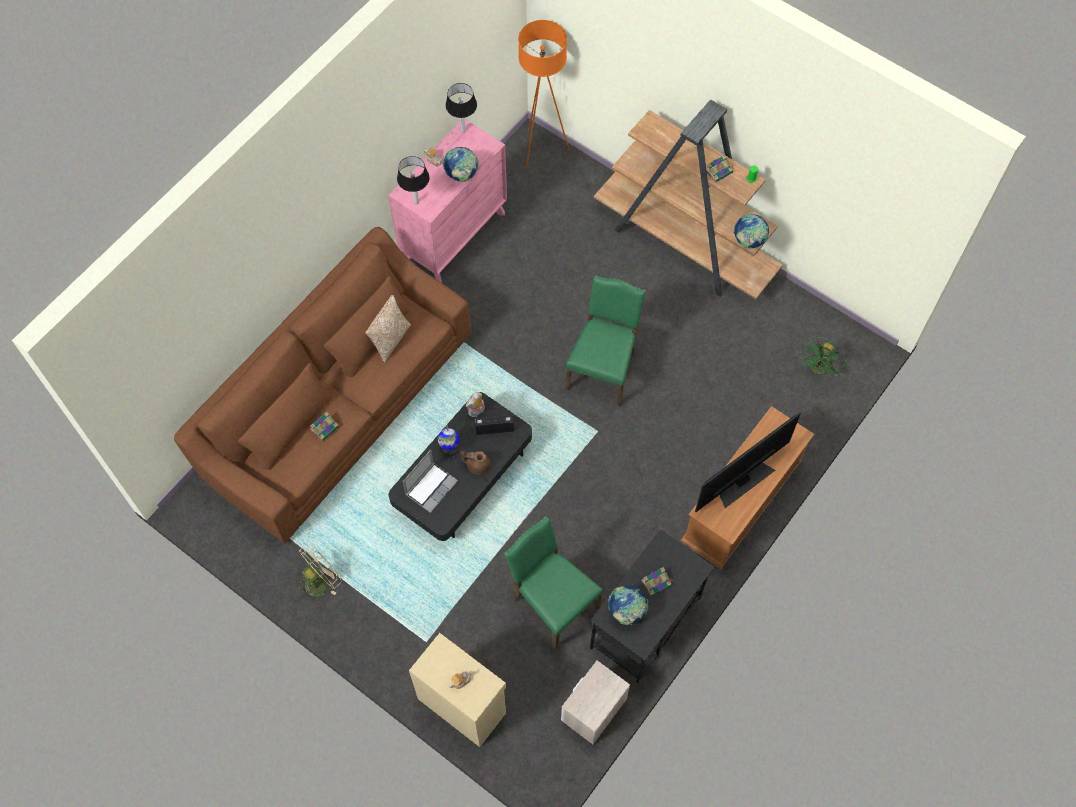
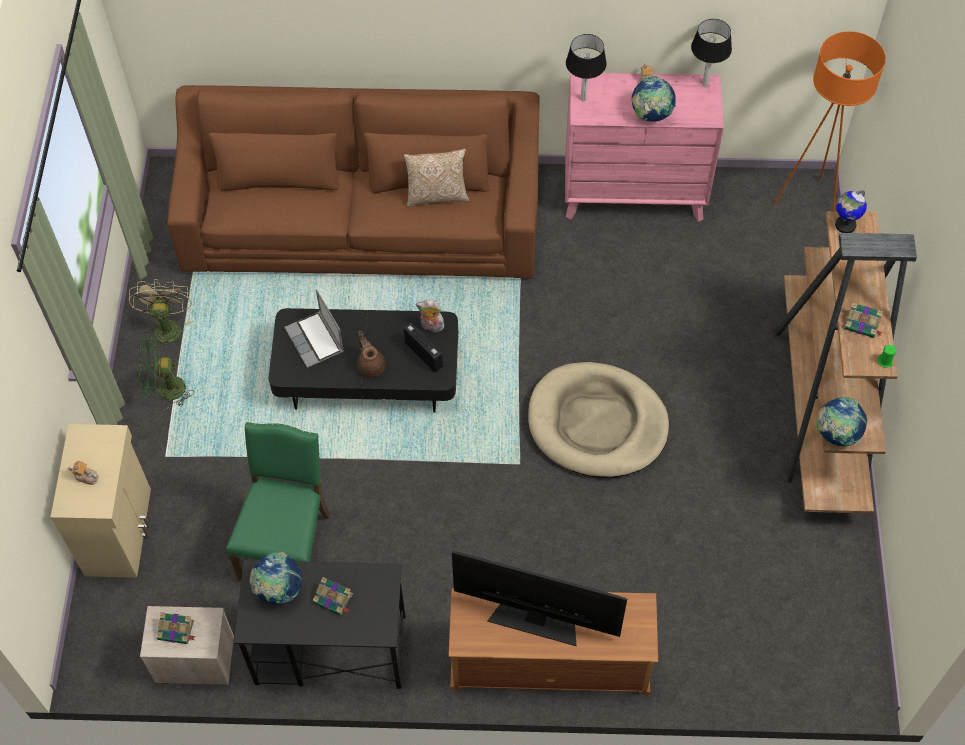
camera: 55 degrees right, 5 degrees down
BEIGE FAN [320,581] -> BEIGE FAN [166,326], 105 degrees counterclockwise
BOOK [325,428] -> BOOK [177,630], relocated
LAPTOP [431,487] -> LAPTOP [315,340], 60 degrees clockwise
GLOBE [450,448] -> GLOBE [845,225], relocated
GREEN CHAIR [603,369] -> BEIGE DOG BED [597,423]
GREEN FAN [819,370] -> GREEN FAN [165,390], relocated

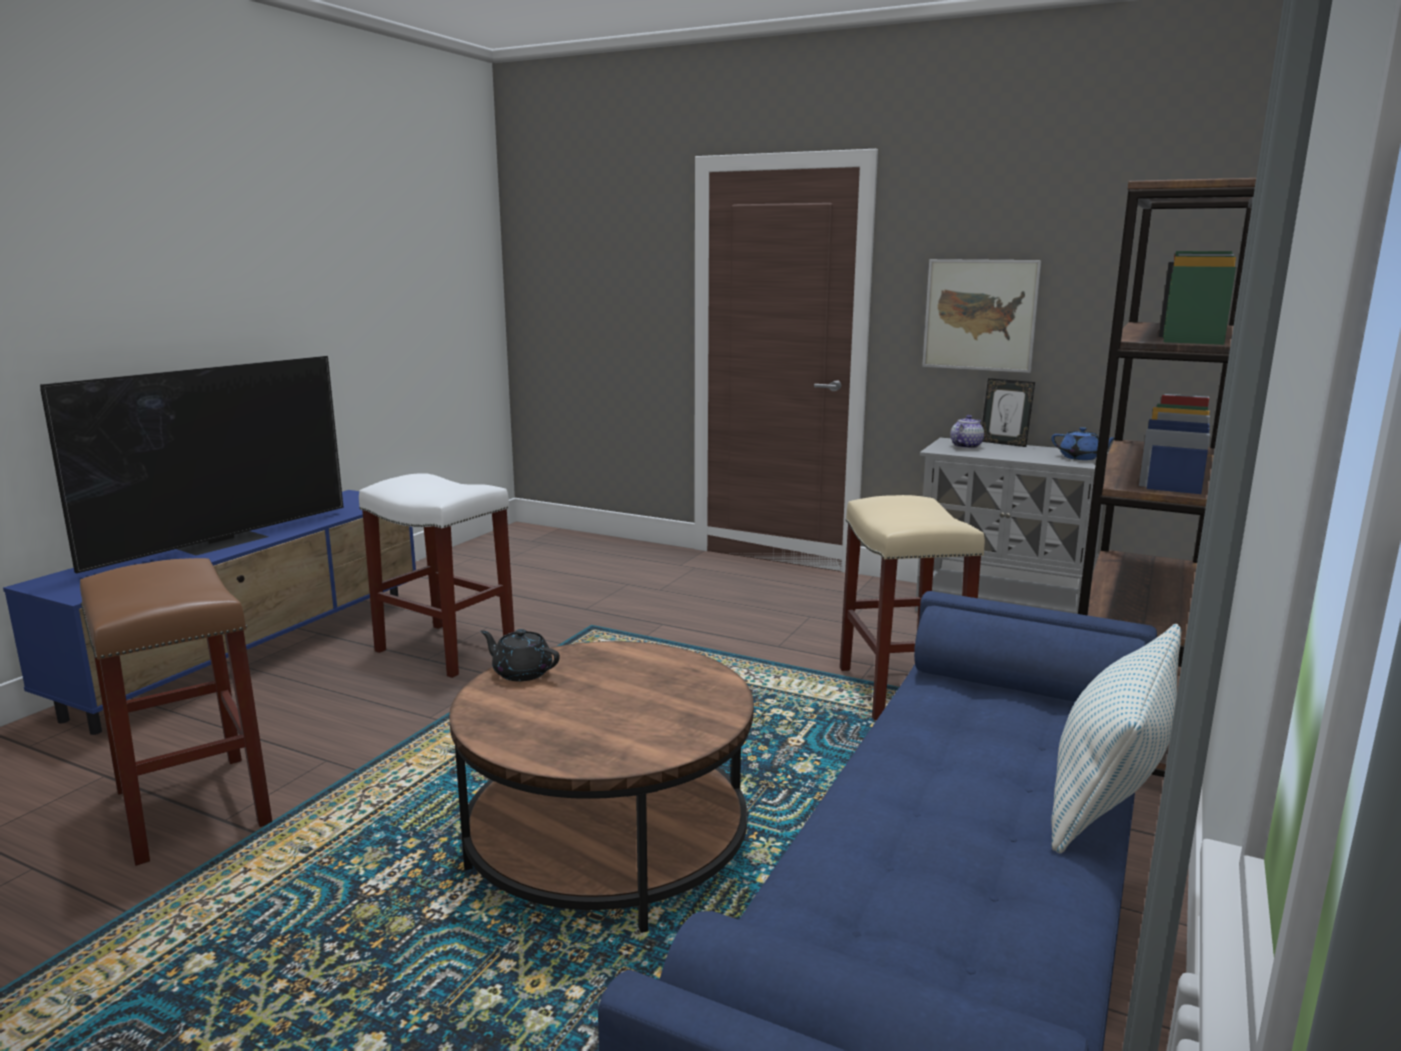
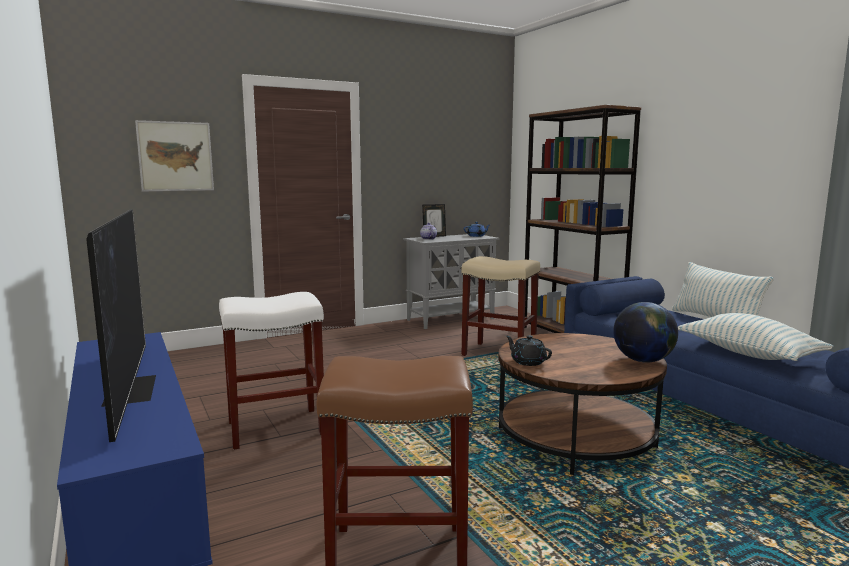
camera: 55 degrees left, 5 degrees down
BLACK TEAPOT [521,672] -> BLACK TEAPOT [527,362], 75 degrees clockwise
PICTURE [980,315] -> PICTURE [175,156], relocated
none -> GLOBE [643,360]
none -> PILLOW [749,354]

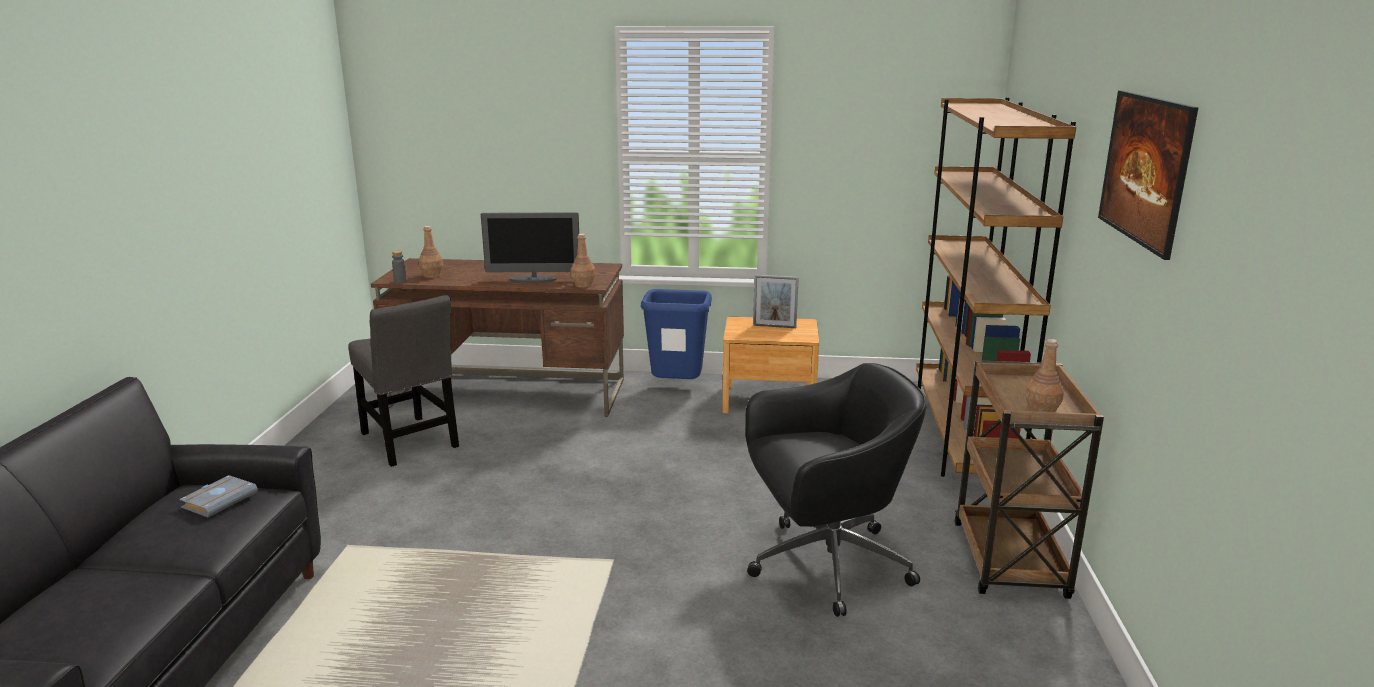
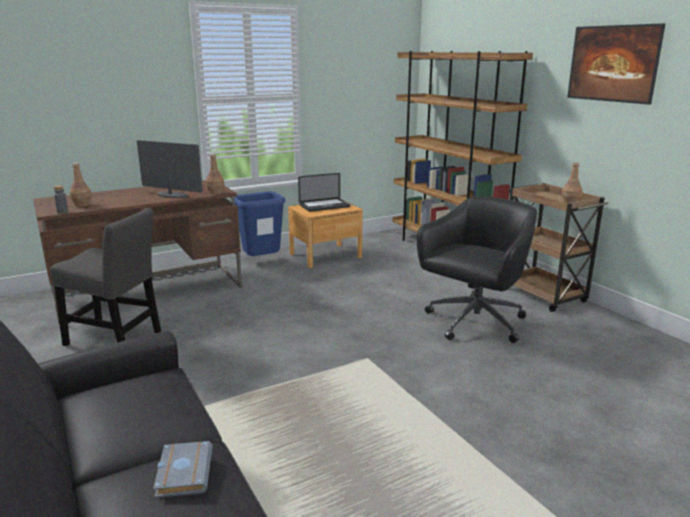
camera: 35 degrees left, 0 degrees up
GREY BOOK [220,500] -> GREY BOOK [182,472], relocated
MONITOR [533,279] -> MONITOR [172,195], 120 degrees counterclockwise
PICTURE FRAME [774,326] -> LAPTOP [324,206]

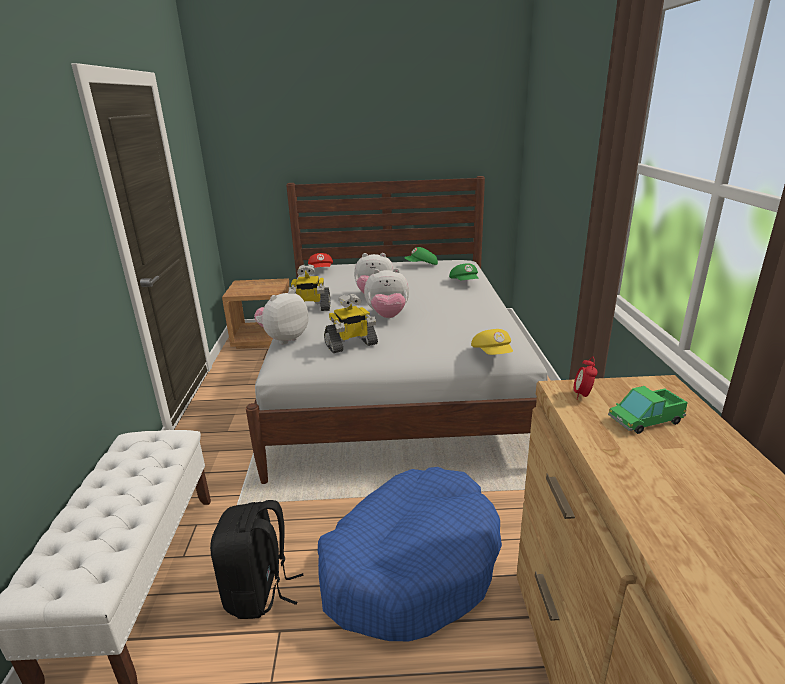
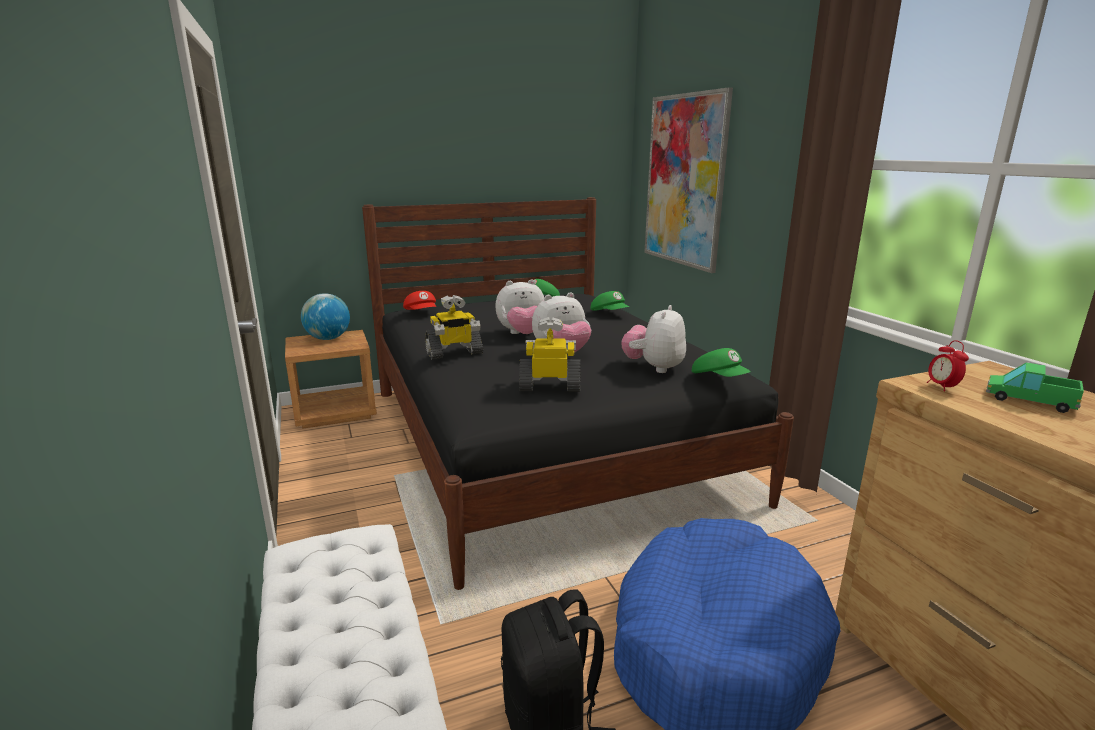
camera: 20 degrees left, 5 degrees down
WHITE BED [396,382] -> BLACK BED [544,441]
PLUSH TOY [284,339] -> PLUSH TOY [654,368], relocated
TOY ROBOT [351,345] -> TOY ROBOT [550,386], 135 degrees counterclockwise
YELLOW CAP [492,354] -> GREEN CAP [719,378]
TOY TRUCK [645,420] -> TOY TRUCK [1029,400], 75 degrees clockwise
none -> GLOBE [328,339]
none -> PICTURE [684,181]

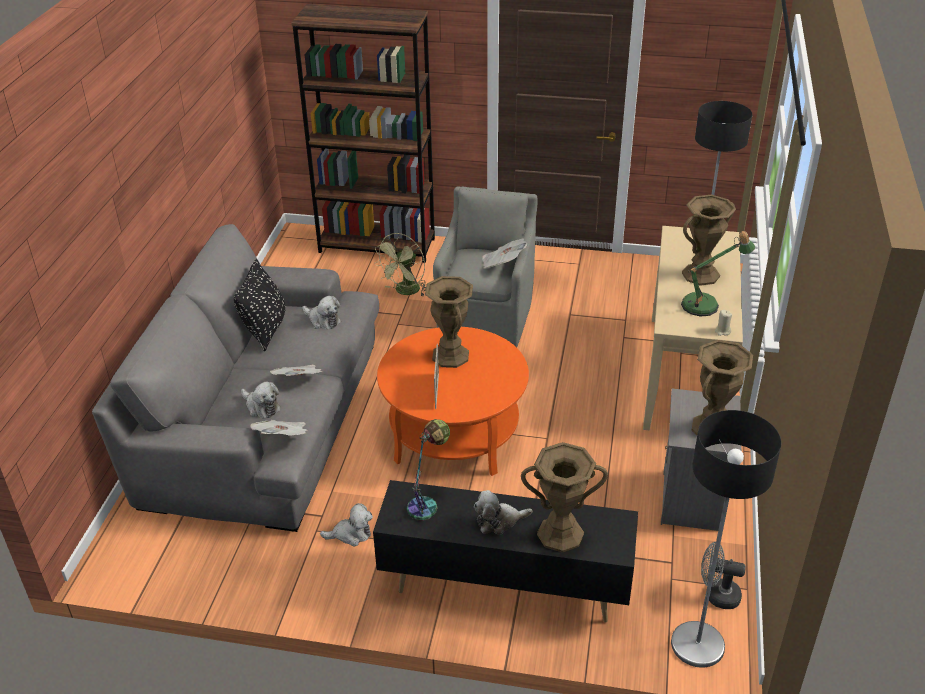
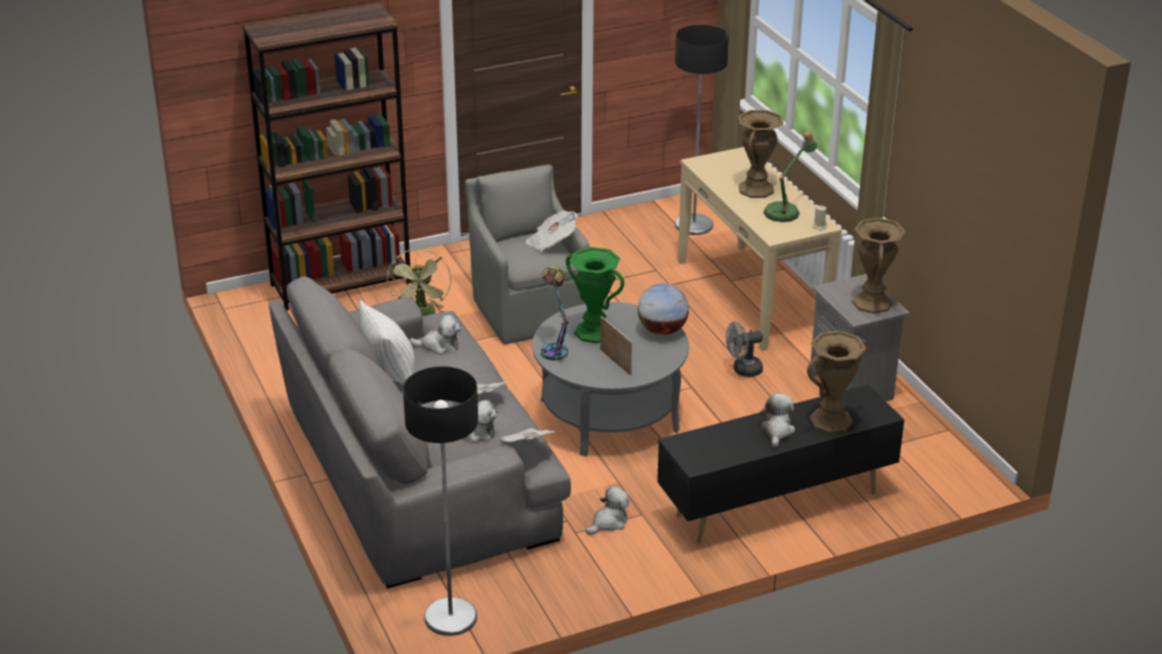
camera: 35 degrees left, 5 degrees down
BLACK PILLOW [265,330] -> WHITE PILLOW [390,374]
ORANGE COFFEE TABLE [454,434] -> GREY COFFEE TABLE [609,414]
TABLE LAMP [428,504] -> TABLE LAMP [555,348], relocated
BROWN VASE [450,356] -> GREEN VASE [594,332]
PLUSH TOY [499,521] -> PLUSH TOY [777,431], 150 degrees clockwise
FLOOR LAMP [697,645] -> FLOOR LAMP [450,618], relocated
GREY FAN [717,595] -> GREY FAN [743,370], relocated
none -> GLOBE [662,330]

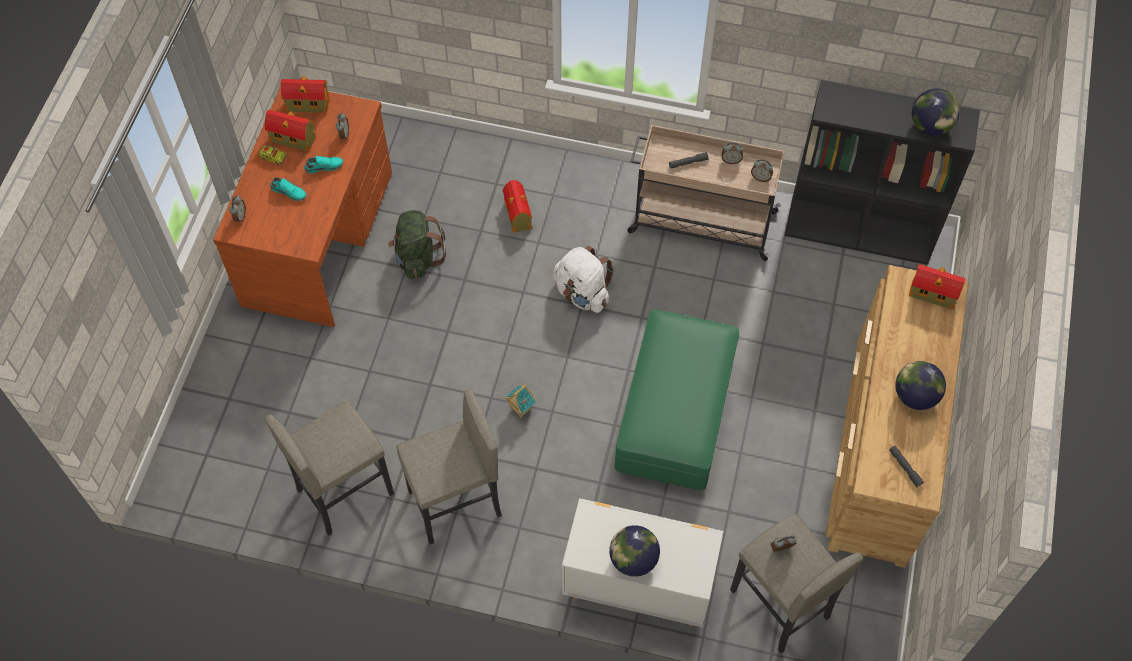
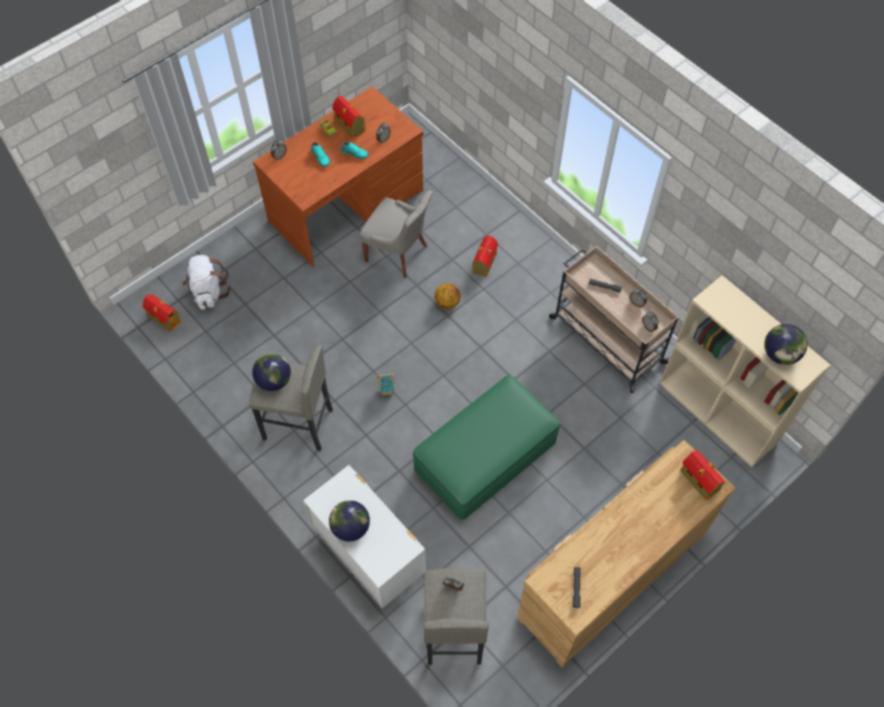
camera: 35 degrees right, 0 degrees up
GREY STOOL [344,491] -> none
TOY HOUSE [306,104] -> TOY HOUSE [163,318], relocated
GREEN BACKPACK [417,257] -> GREY CHAIR [398,253]
WHITE BACKPACK [582,294] -> WHITE BACKPACK [208,292], relocated
BLACK BOOKCASE [860,230] -> BEIGE BOOKCASE [719,413]
GLOBE [915,396] -> GLOBE [274,380], relocated
none -> BASKETBALL [447,302]

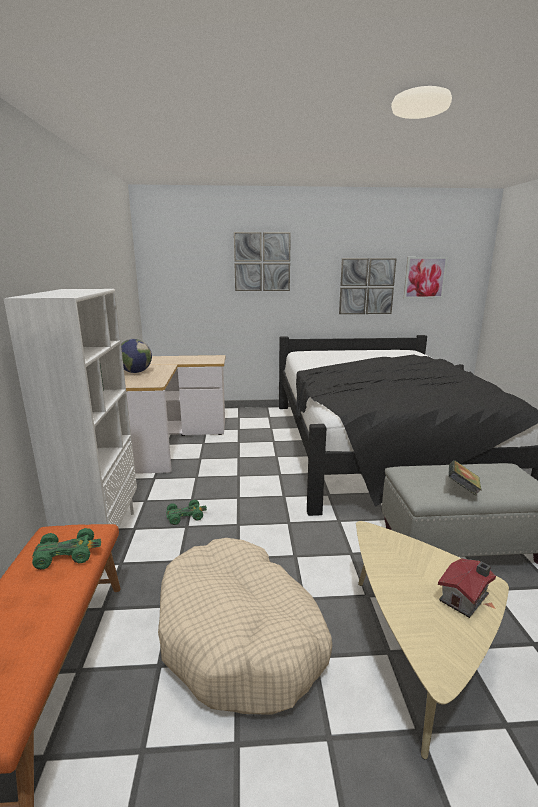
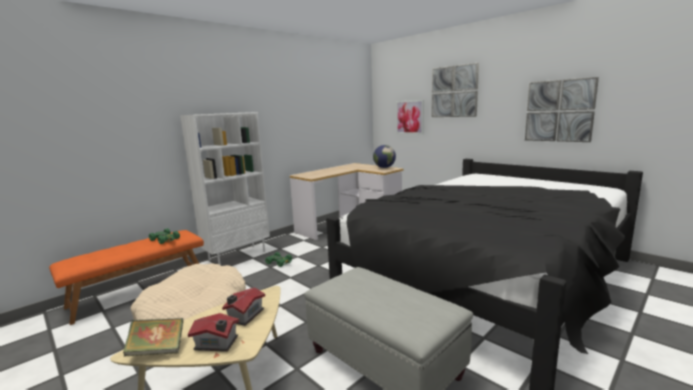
camera: 50 degrees right, 5 degrees down
GLOBE [136,372] -> GLOBE [384,167], relocated
PICTURE [425,277] -> PICTURE [409,117], relocated
BOOK [462,489] -> BOOK [157,350], relocated
none -> TOY HOUSE [244,315]

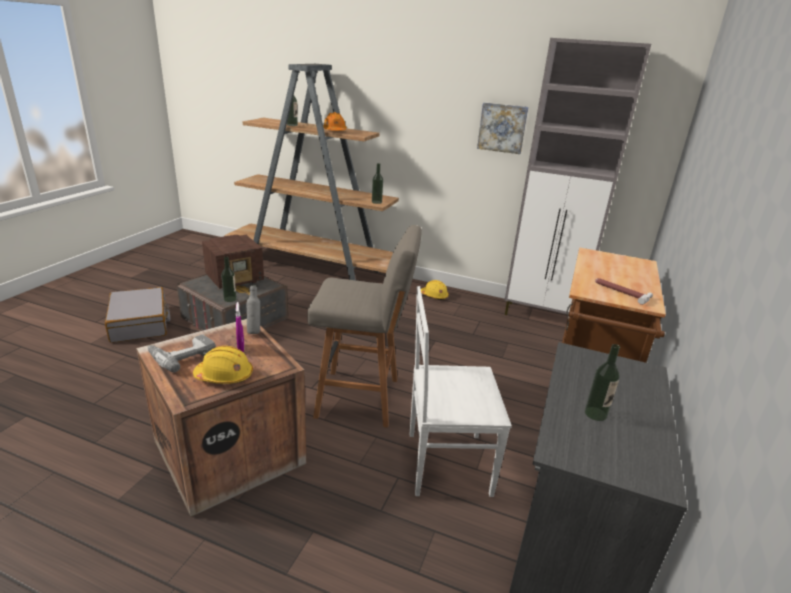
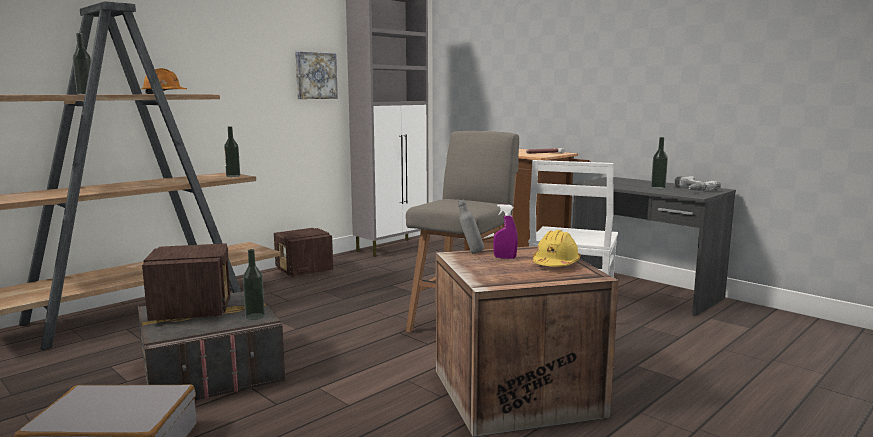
camera: 65 degrees left, 15 degrees down
POWER DRILL [182,355] -> POWER DRILL [691,189], relocated
YELLOW HARD HAT [434,296] -> RADIO [304,271]

